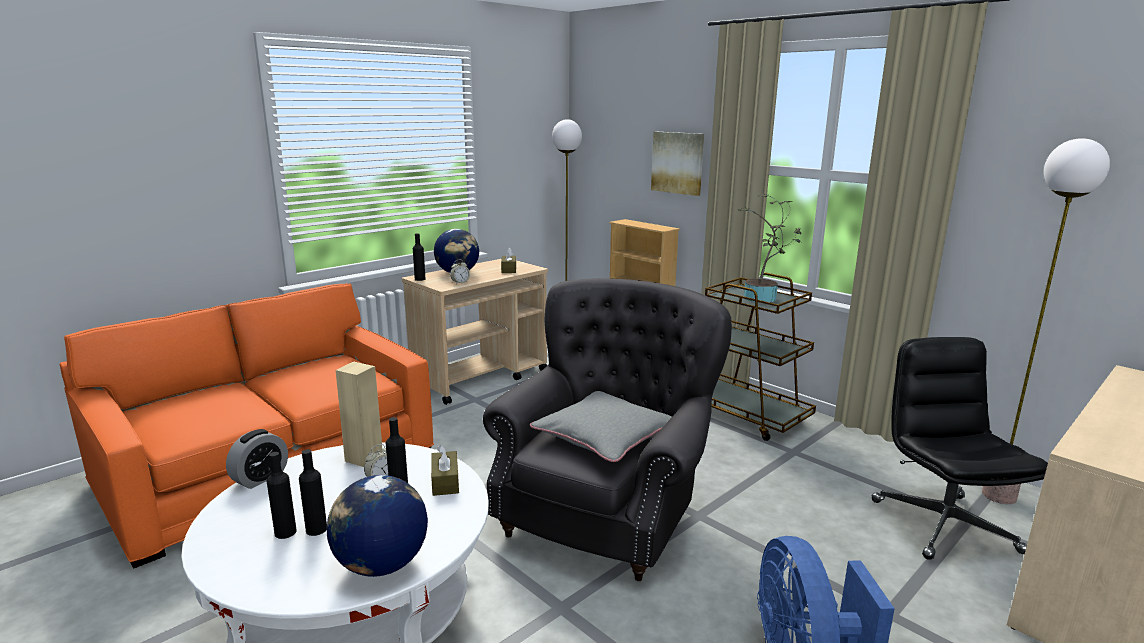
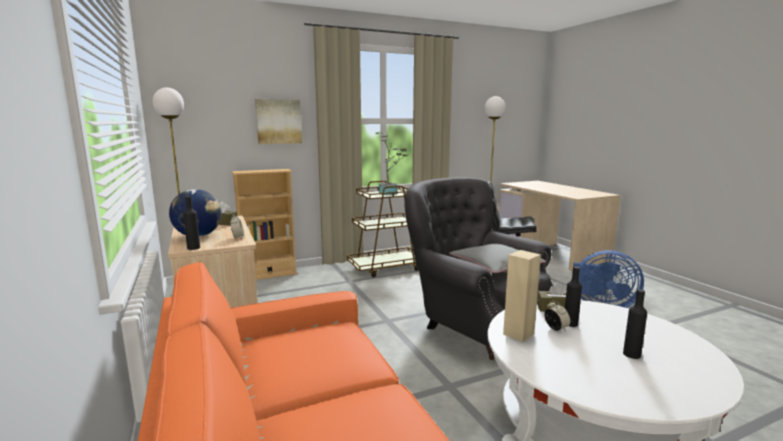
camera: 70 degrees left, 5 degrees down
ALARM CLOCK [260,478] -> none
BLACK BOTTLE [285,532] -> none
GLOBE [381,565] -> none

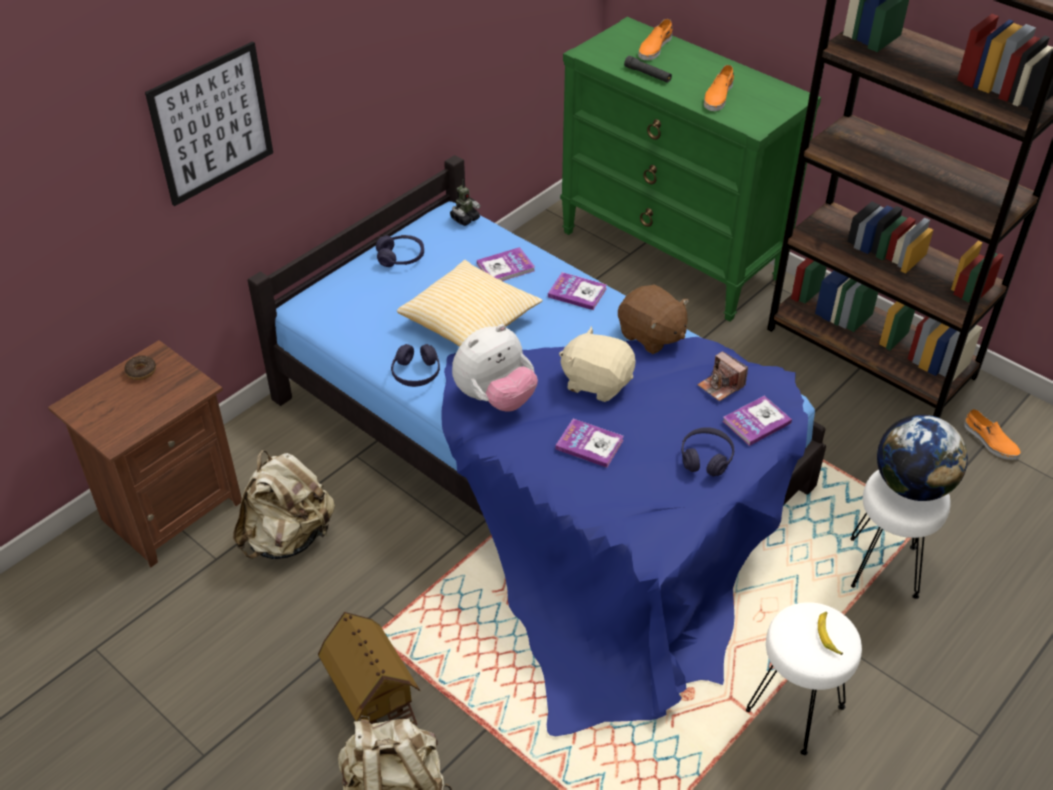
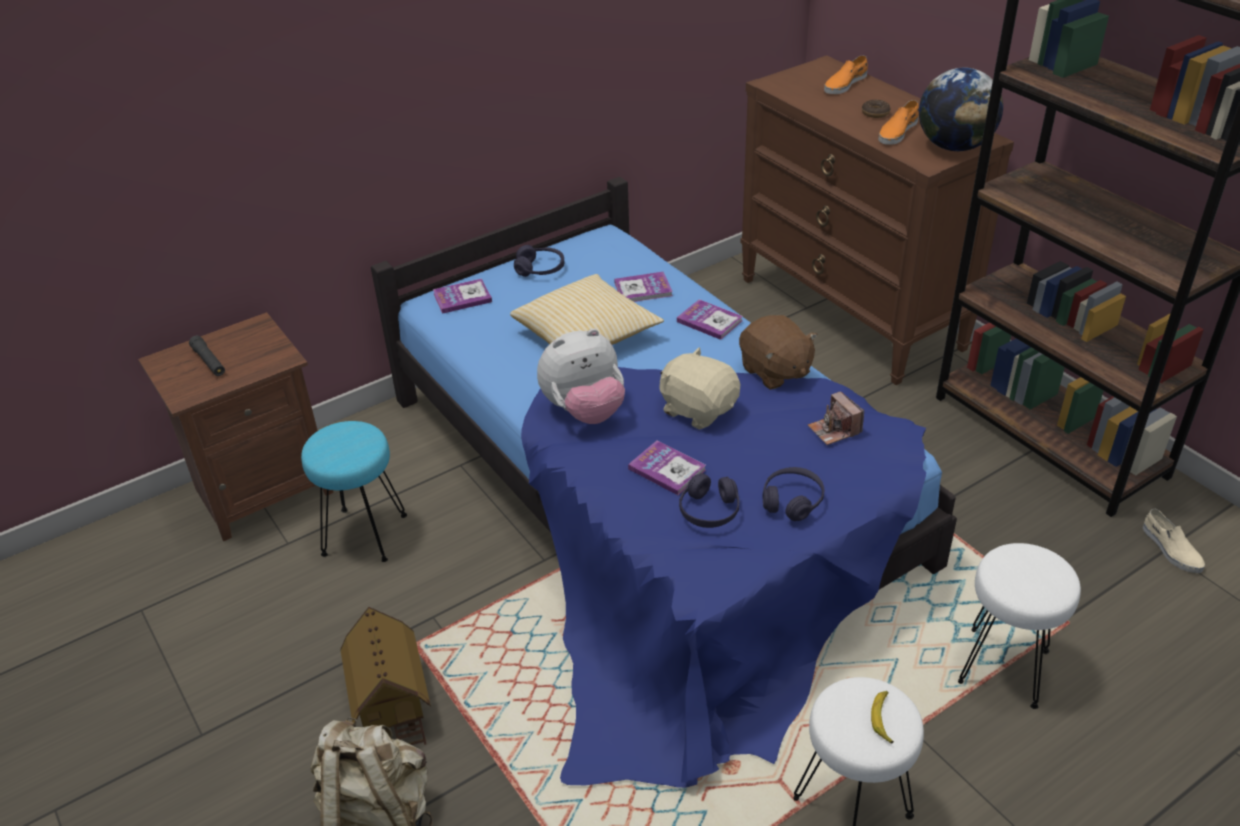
camera: 15 degrees right, 5 degrees down
DONUT [141,371] -> DONUT [875,113], relocated
PICTURE [212,123] -> none
BEIGE BACKPACK [288,538] -> TURQUOISE STOOL [365,534]
PURPLE HEADPHONES [416,373] -> PURPLE HEADPHONES [709,511], relocated
TOY ROBOT [465,219] -> none
GREEN DRESSER [671,255] -> BROWN DRESSER [851,313]
BLACK FLASHLIGHT [647,74] -> BLACK FLASHLIGHT [209,362], relocated
BOOK [756,422] -> BOOK [462,297], relocated
GLOBE [912,486] -> GLOBE [954,146], relocated
ORANGE SHOE [990,441] -> BEIGE SHOE [1170,549]

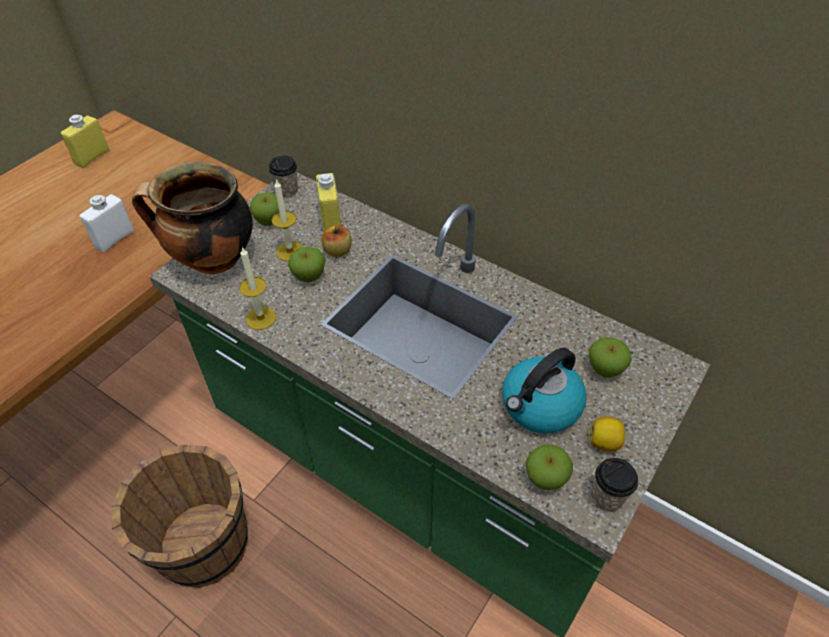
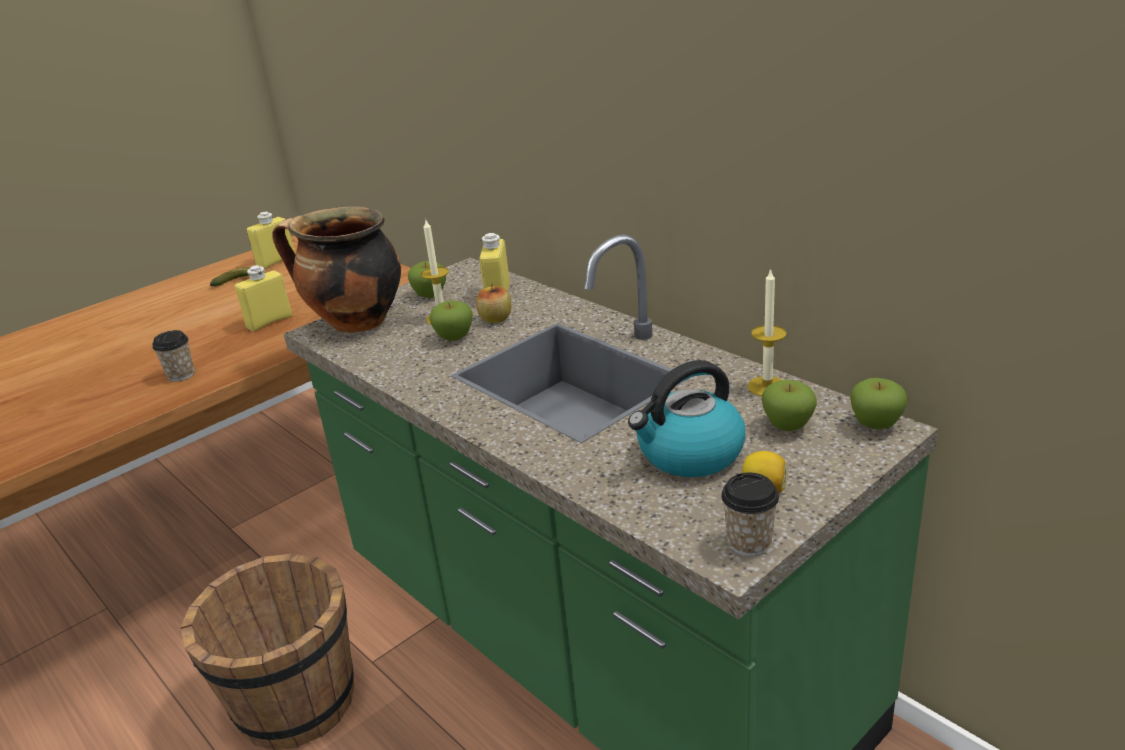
camera: 15 degrees right, 20 degrees down
WHITE BOTTLE [114,239] -> YELLOW BOTTLE [269,322]
CANDLE [260,318] -> CANDLE [767,386], relocated
CUP [287,191] -> CUP [181,375], relocated
APPLE [545,479] -> APPLE [875,425], relocated
none -> BANANA [238,281]

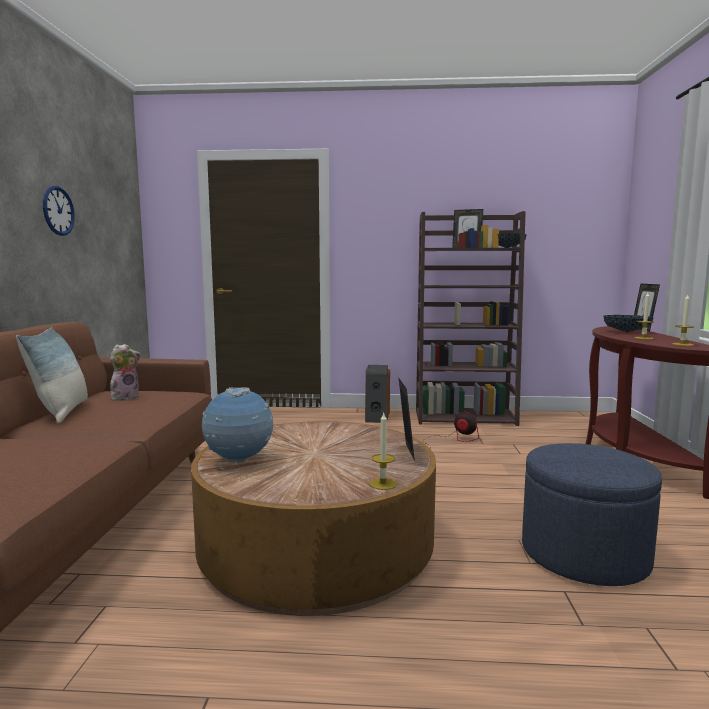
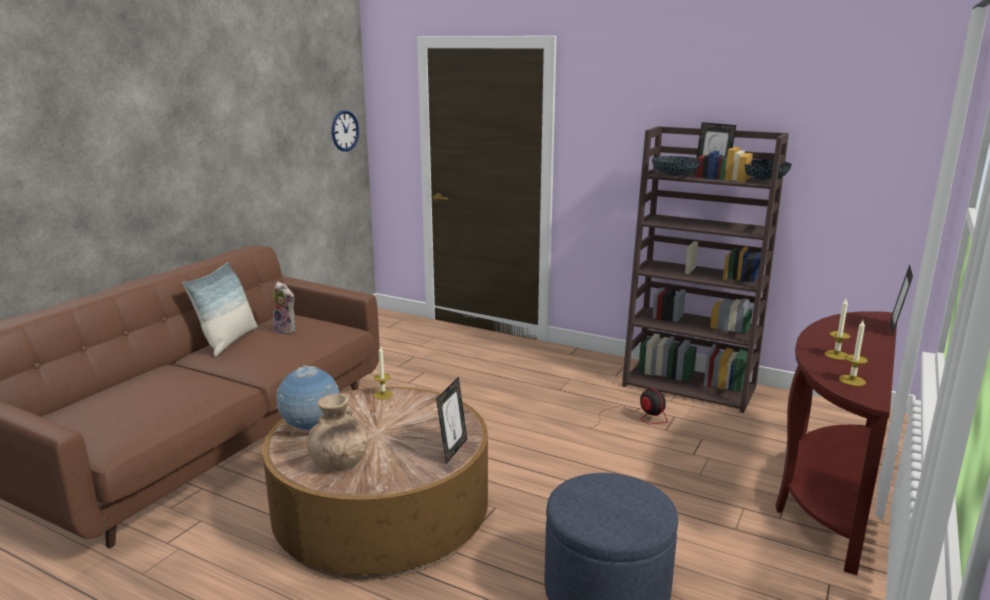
camera: 25 degrees right, 10 degrees up
WALL CLOCK [58,211] -> WALL CLOCK [345,131], relocated
PLUSH TOY [125,397] -> PLUSH TOY [287,330], 60 degrees clockwise
SPEAKER [376,416] -> none
CANDLE [383,484] -> CANDLE [383,395], relocated
BOWL [626,332] -> BOWL [675,176], relocated
none -> BROWN VASE [339,463]

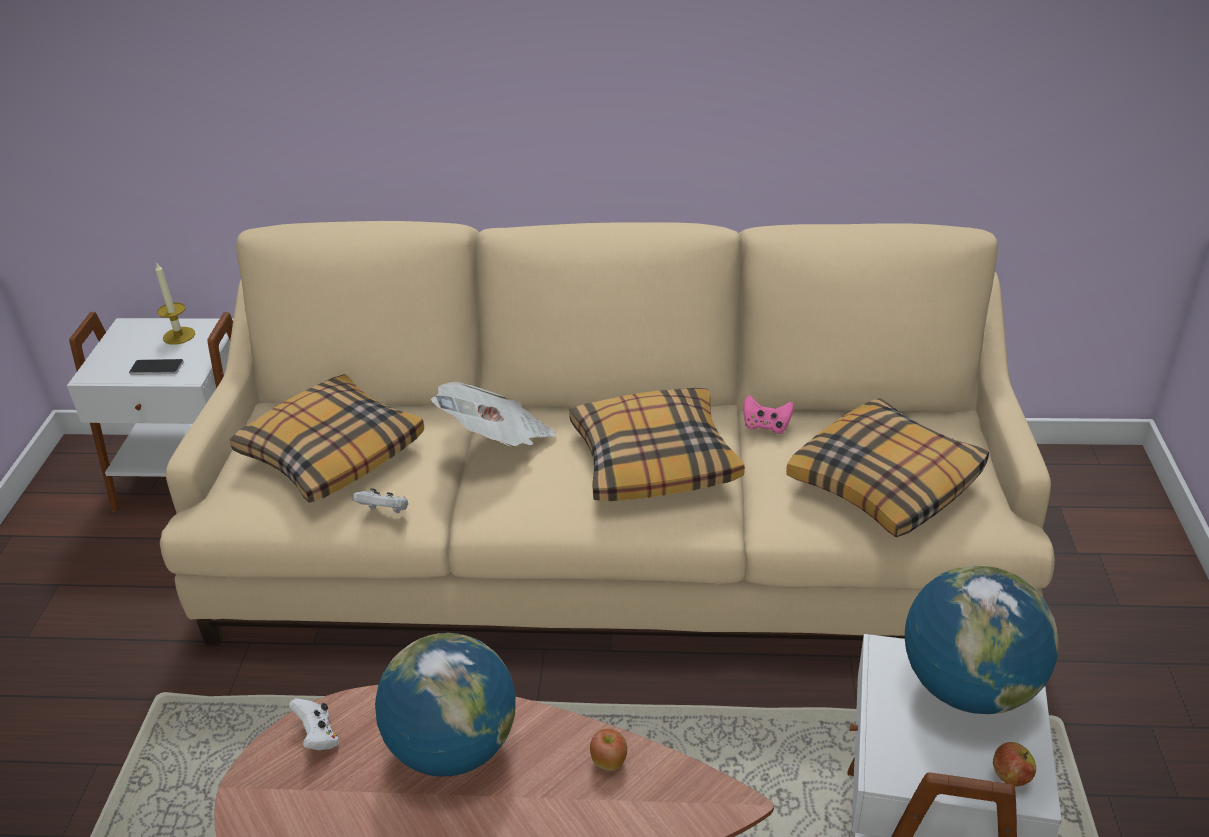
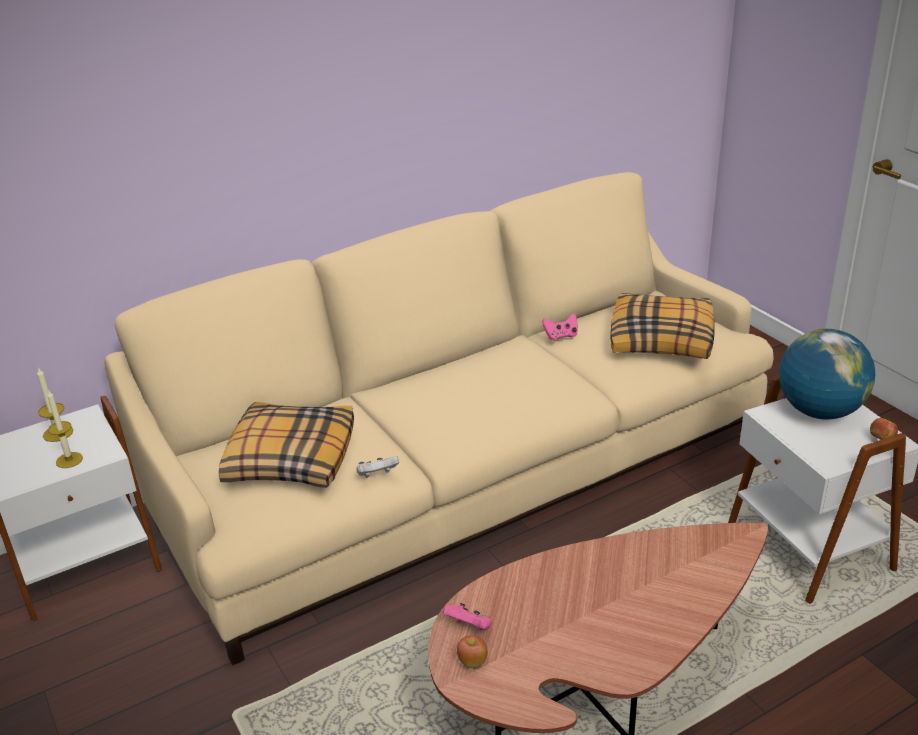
camera: 35 degrees left, 5 degrees down
PHONE [157,368] -> CANDLE [69,460]
WHITE GAME CONTROLLER [318,736] -> PINK GAME CONTROLLER [470,627]
GLOBE [453,747] -> none
NEWSPAPER [498,439] -> none
PILLOW [654,459] -> none
APPLE [609,761] -> APPLE [472,662], relocated

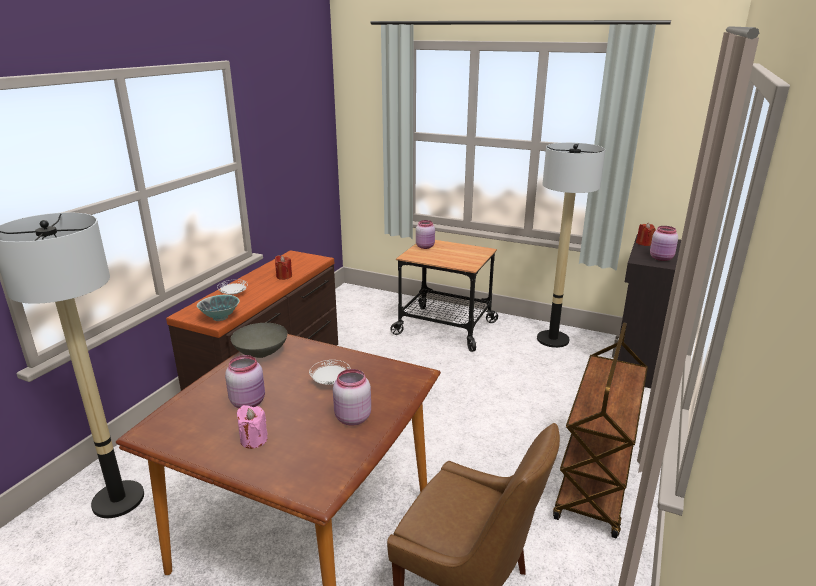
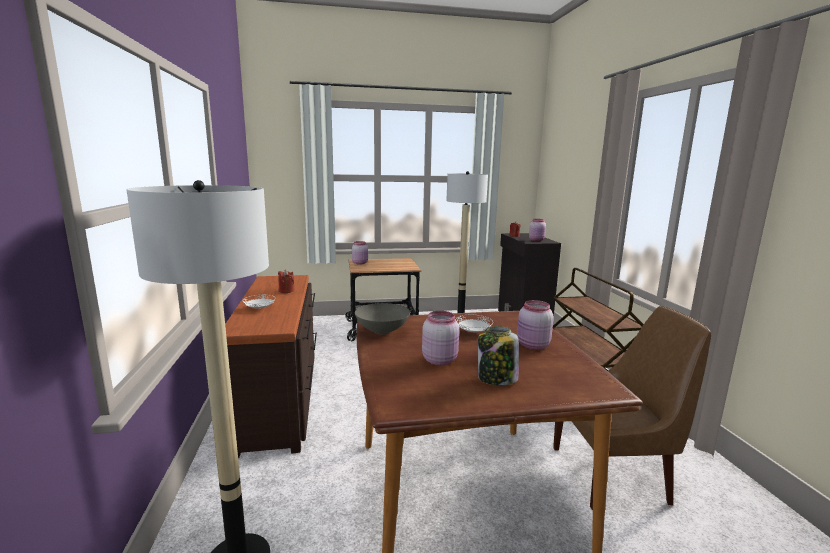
camera: 35 degrees left, 10 degrees down
BOWL [220,318] -> none
PINK CANDLE [254,440] -> JAR [496,379]

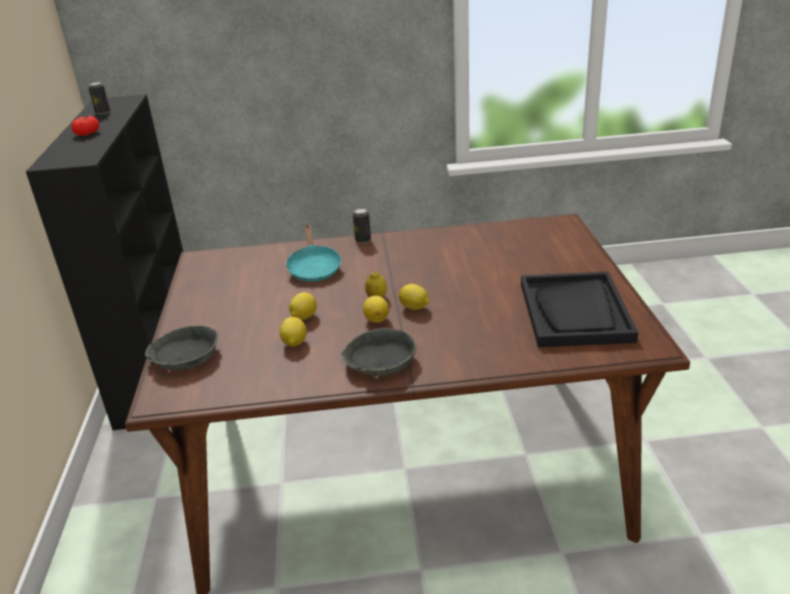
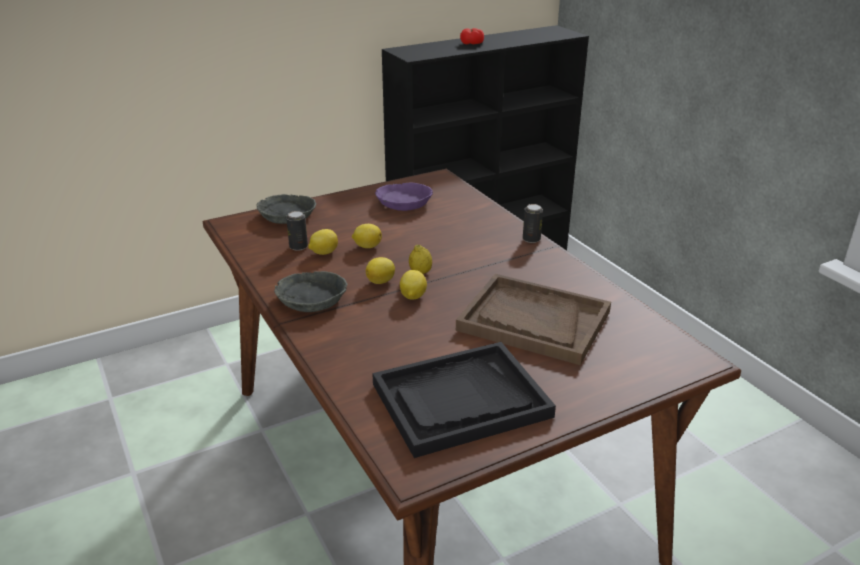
camera: 65 degrees right, 0 degrees up
CAN [102,112] -> CAN [298,247], relocated
TURQUOISE FRYING PAN [314,268] -> none
none -> PURPLE BOWL [403,202]
none -> BROWN TRAY [533,321]

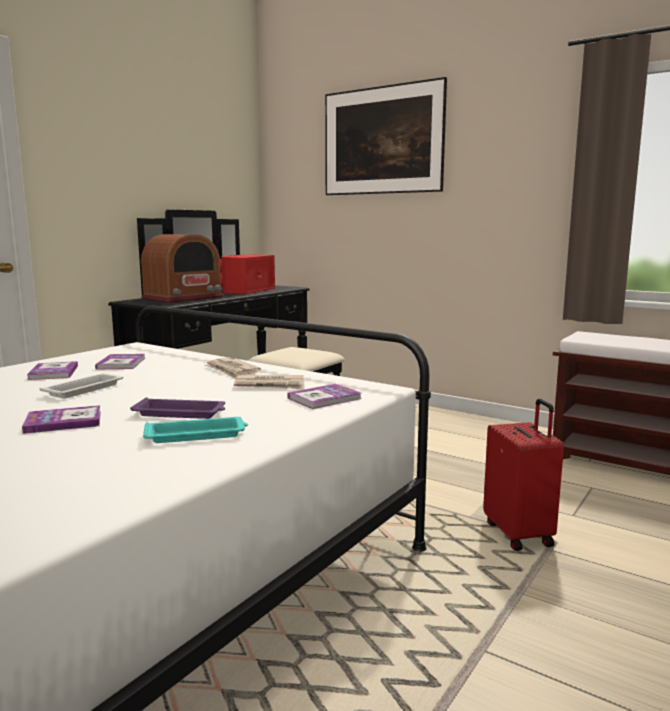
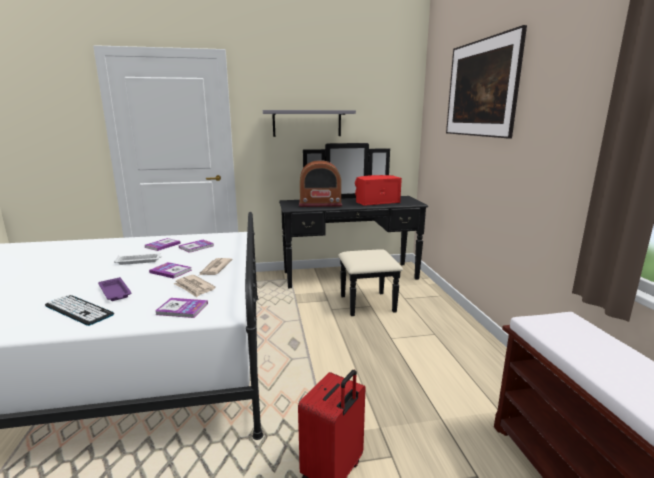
camera: 45 degrees right, 5 degrees up
BOOK [63,422] -> BOOK [171,271], relocated
TURQUOISE TRAY [197,435] -> KEYBOARD [79,310]
none -> GREY SHELF [307,123]

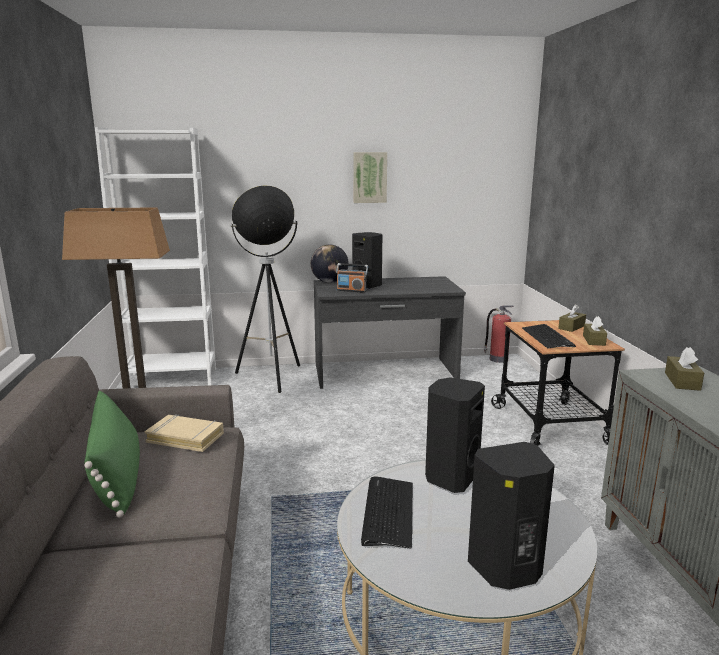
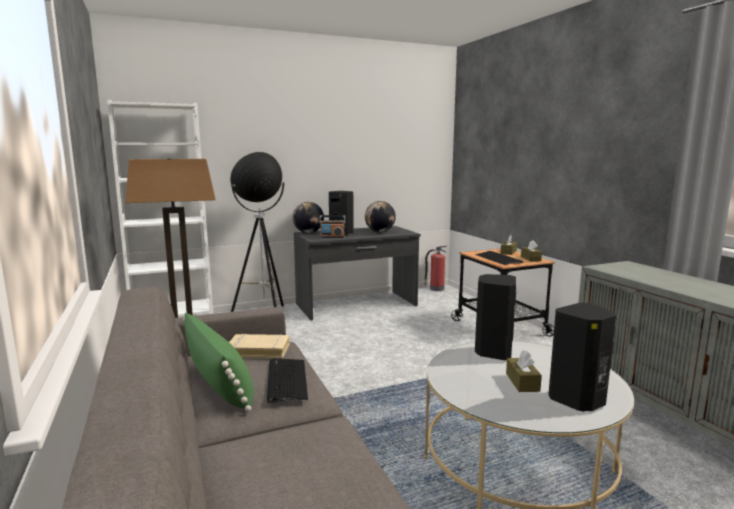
camera: 15 degrees left, 5 degrees down
PICTURE [369,177] -> none
KEYBOARD [388,512] -> KEYBOARD [286,380], relocated
BROWN TISSUE BOX [682,381] -> BROWN TISSUE BOX [522,382], relocated
none -> GLOBE [379,231]

